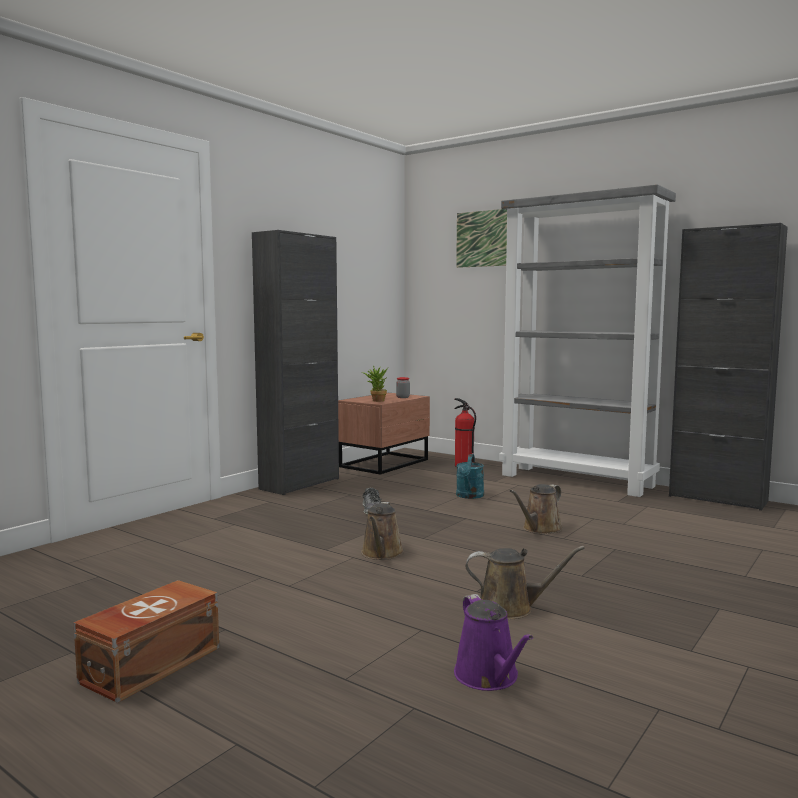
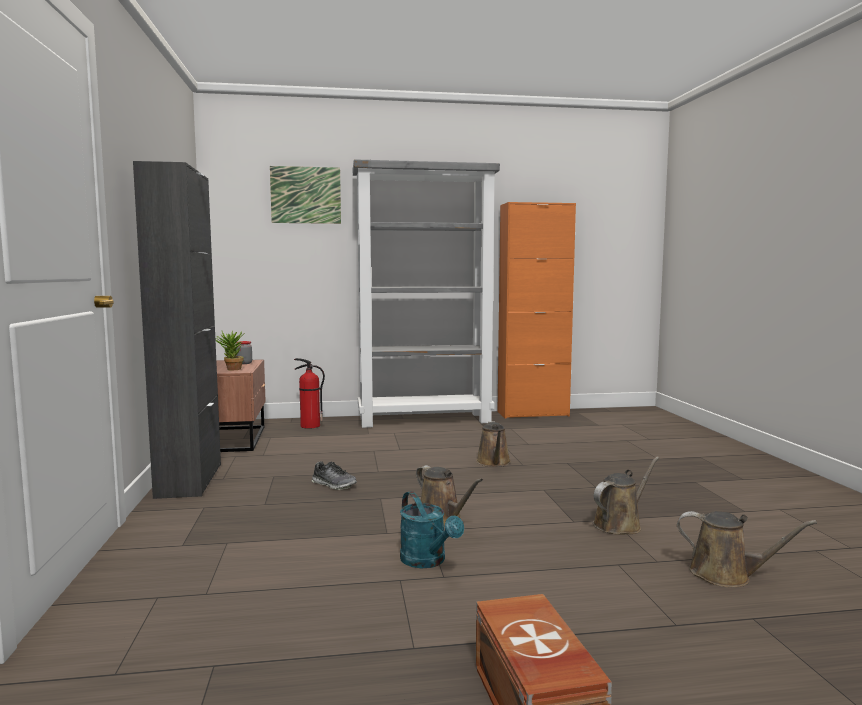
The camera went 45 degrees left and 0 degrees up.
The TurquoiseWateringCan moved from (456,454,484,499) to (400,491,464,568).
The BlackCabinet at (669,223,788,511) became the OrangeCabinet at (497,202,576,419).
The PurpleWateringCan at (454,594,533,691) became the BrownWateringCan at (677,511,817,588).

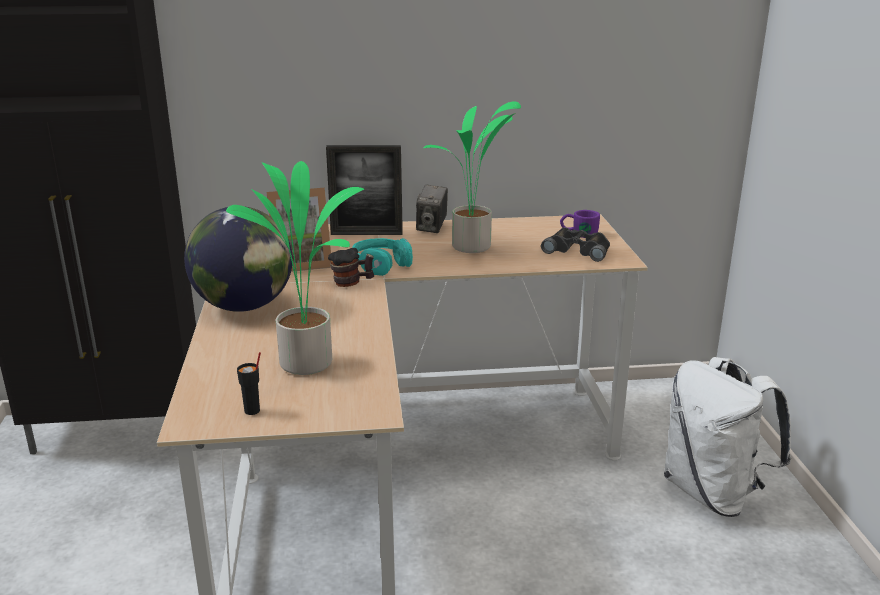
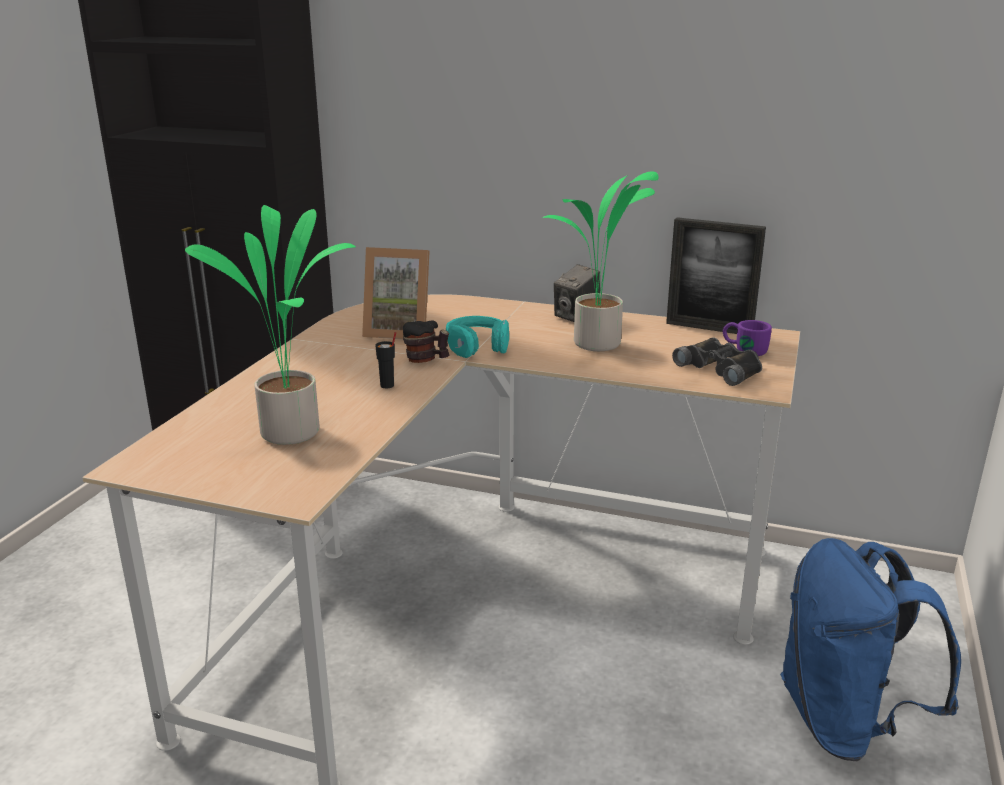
The camera went 25 degrees right and 0 degrees up.
The BlackCup moved from (237,352,261,415) to (375,332,396,388).
The PictureFrame moved from (326,145,403,235) to (666,217,766,334).
The WhiteBackpack at (664,357,791,517) became the BlueBackpack at (780,538,961,761).
The Globe at (184,207,293,312) disappeared.

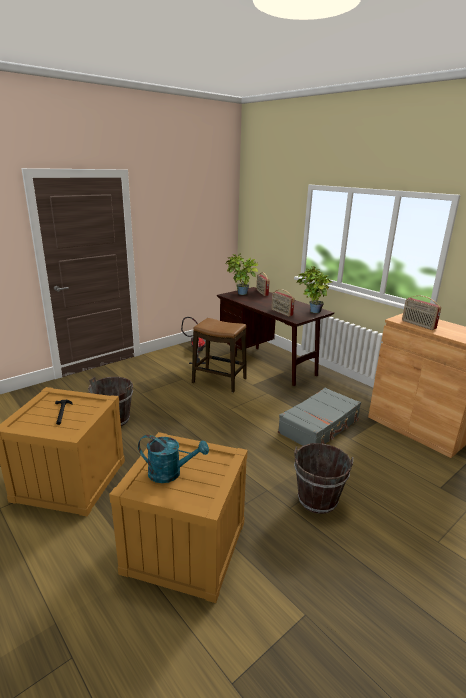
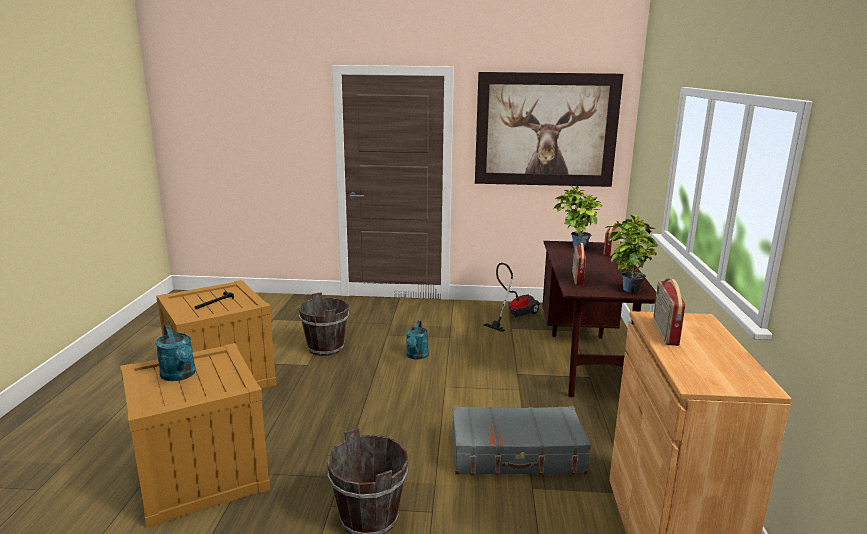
The camera went 45 degrees right and 5 degrees down.
The TurquoiseWateringCan at (406,321,429,360) appeared.
The Picture at (475,72,623,187) appeared.
The Stool at (192,318,246,392) disappeared.

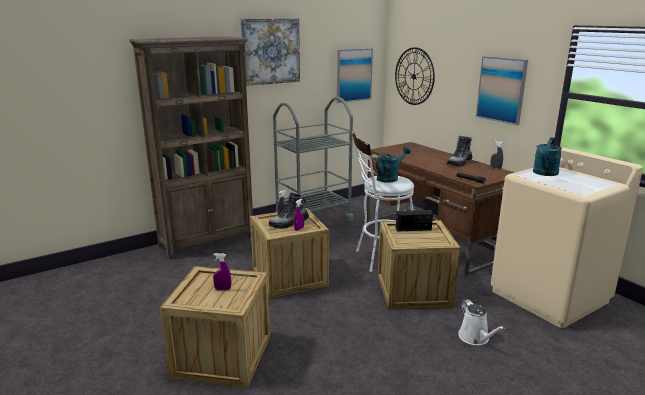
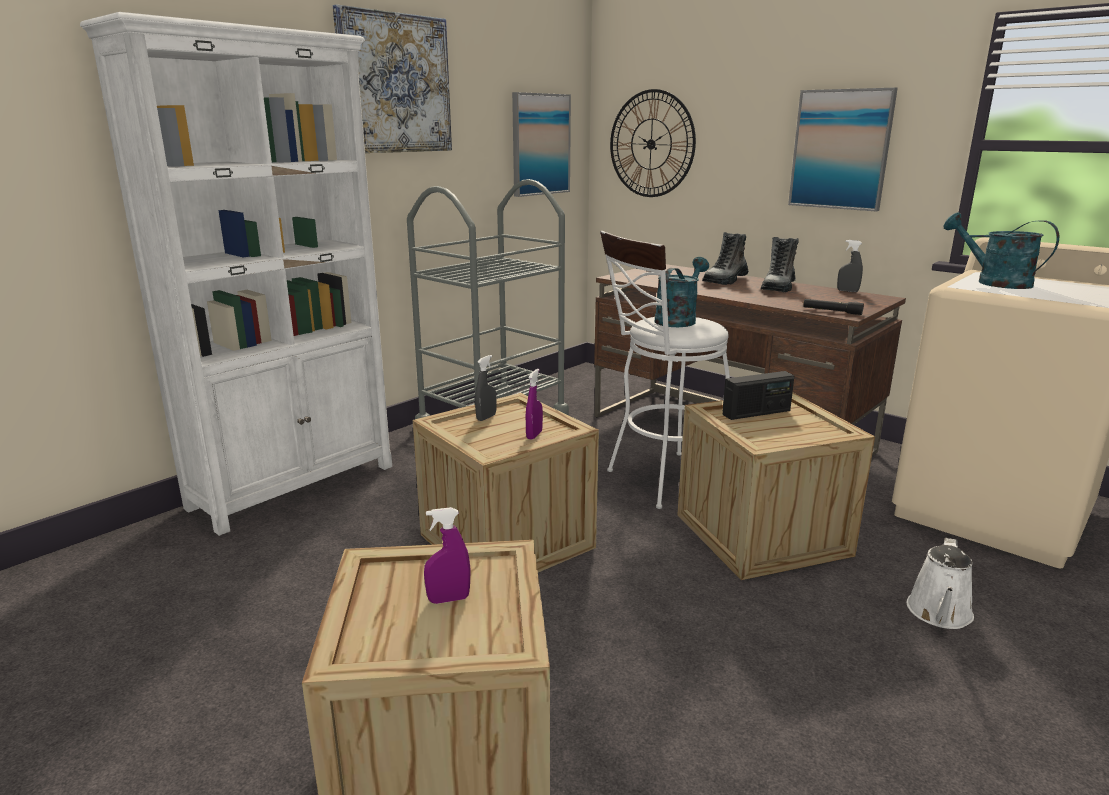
The camera went 15 degrees left and 0 degrees up.
The BrownBookcase at (129,36,253,259) became the WhiteBookcase at (80,12,392,536).
The Boot moved from (269,193,309,229) to (702,232,749,285).
The WhiteWateringCan at (458,299,505,345) turned 60 degrees clockwise.
The TurquoiseWateringCan at (533,137,562,176) turned 120 degrees clockwise.

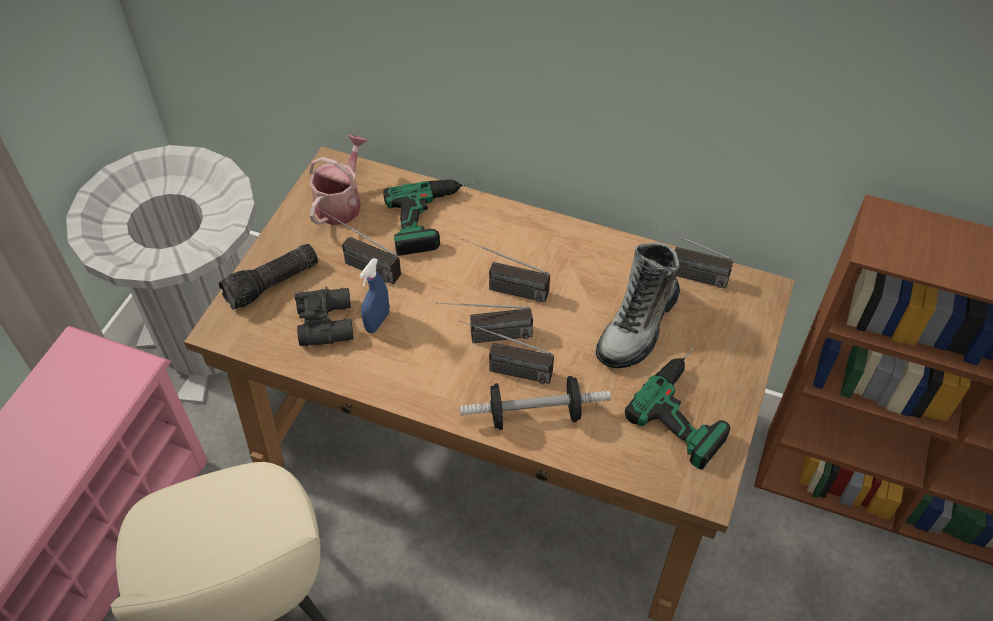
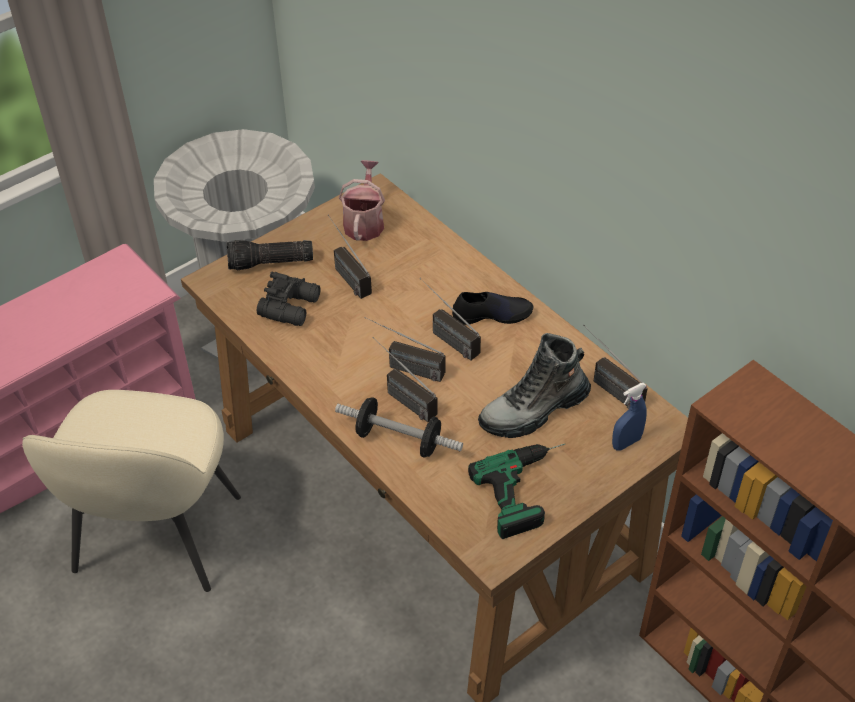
The camera went 30 degrees right and 5 degrees down.
The WateringCan at (309,135,368,225) turned 45 degrees counterclockwise.
The BlackShoe at (452,292,533,325) appeared.
The BlueSprayBottle moved from (359,258,390,333) to (612,383,647,451).
The PowerDrill at (383,179,477,256) disappeared.

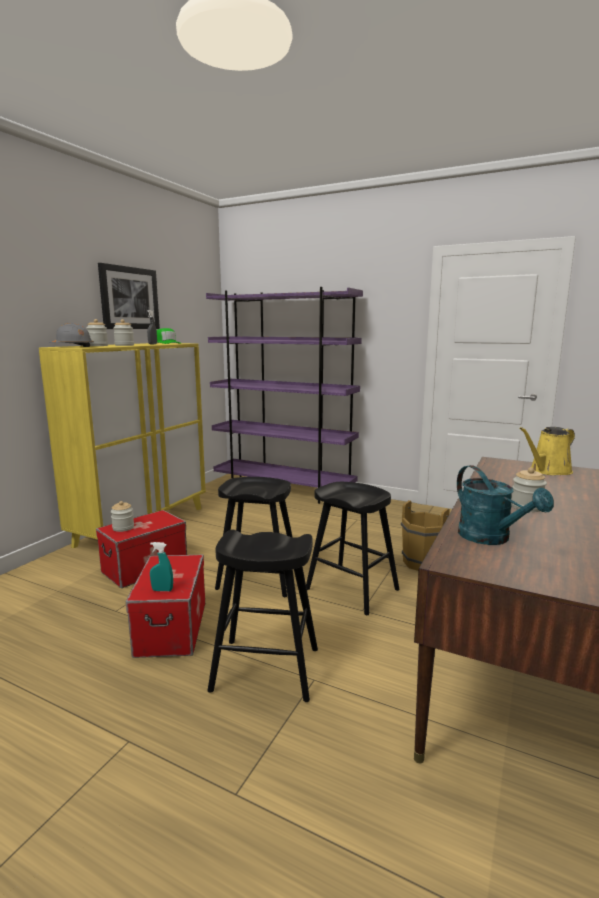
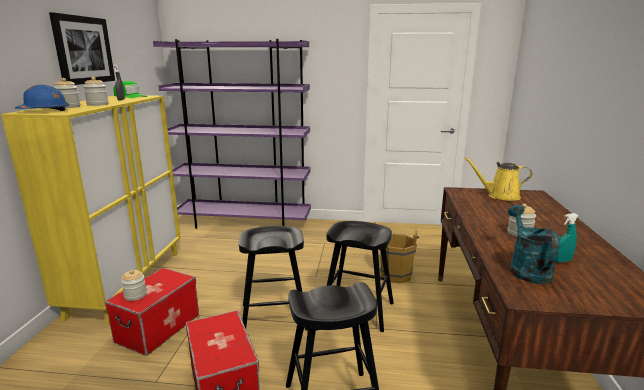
The camera went 20 degrees left and 5 degrees up.
The GreyHardHat at (49,323,94,347) became the BlueHardHat at (15,85,69,111).
The YellowWateringCan at (519,427,575,475) turned 60 degrees clockwise.
The TurquoiseWateringCan at (457,465,554,545) turned 135 degrees counterclockwise.
The TurquoiseSprayBottle moved from (150,542,173,591) to (555,213,578,263).

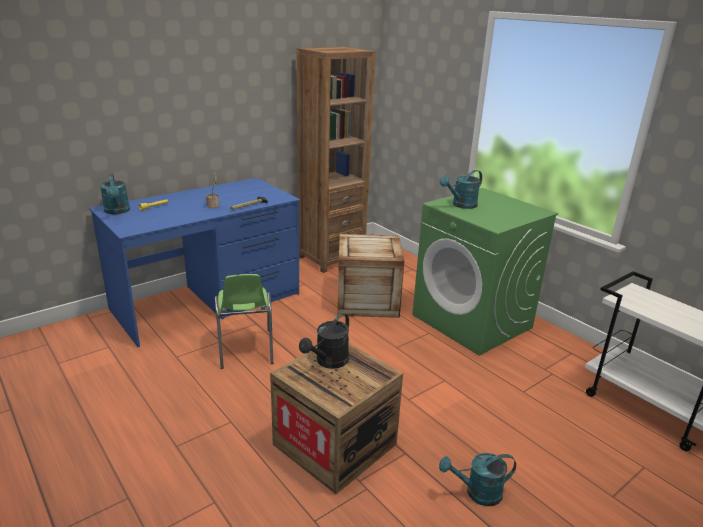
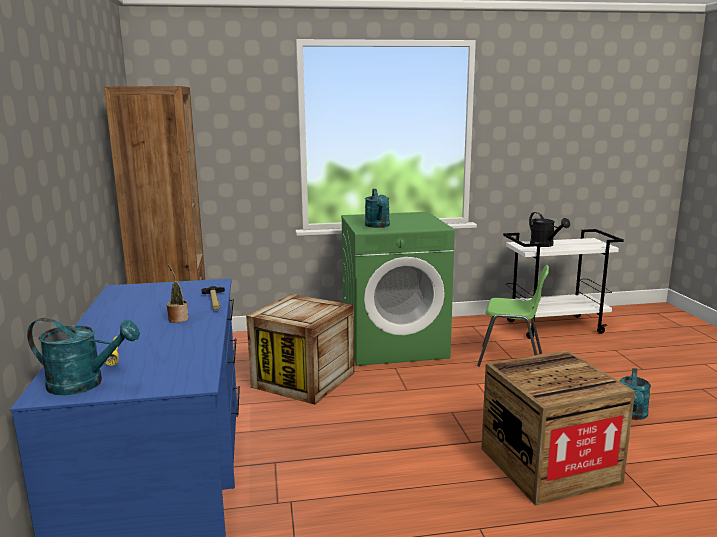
The camera went 60 degrees left and 10 degrees down.
The GreenChair moved from (215,274,273,369) to (477,265,549,367).
The BlackWateringCan moved from (299,313,349,369) to (529,212,570,247).

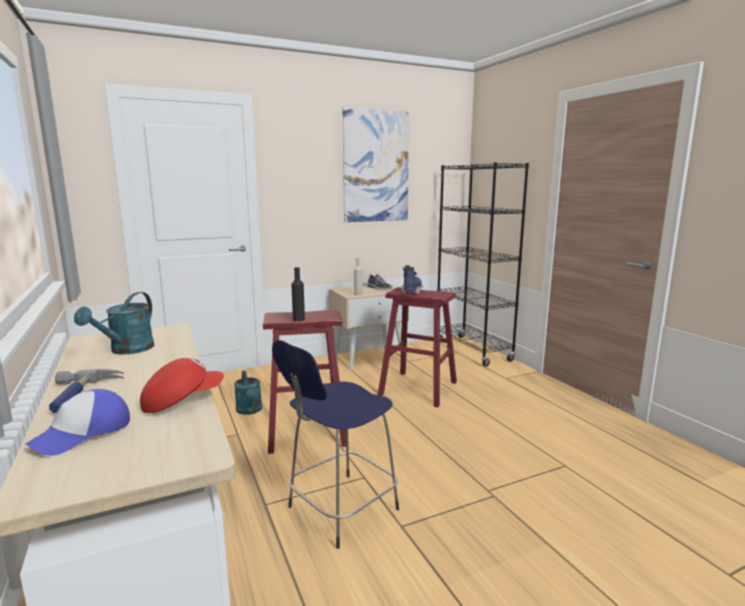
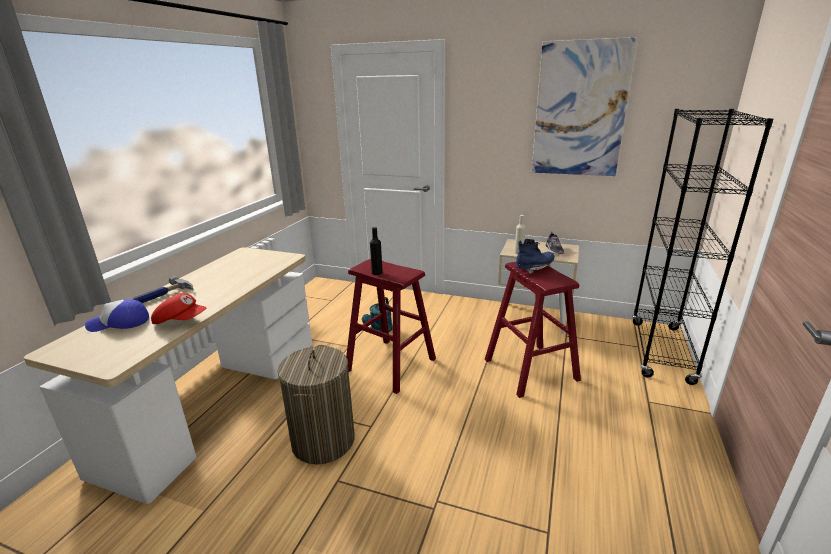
The camera went 45 degrees right and 10 degrees up.
The BlueStool at (272,340,399,549) was replaced by the LaundryBasket at (278,345,355,464).
The TurquoiseWateringCan at (74,292,155,355) disappeared.

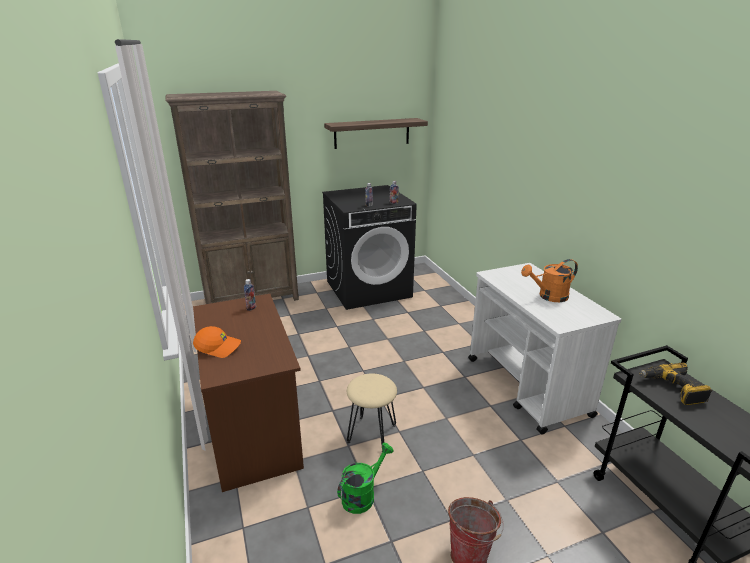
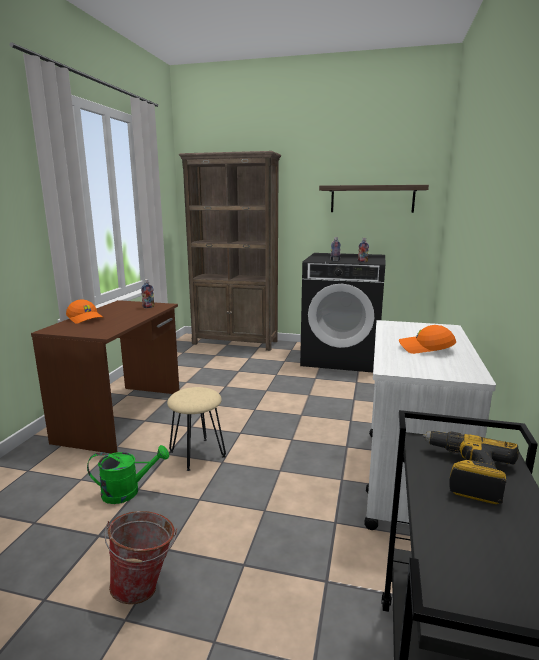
The camera went 35 degrees right and 10 degrees down.
The OrangeWateringCan at (521,259,578,302) was replaced by the OrangeCap at (399,325,456,354).

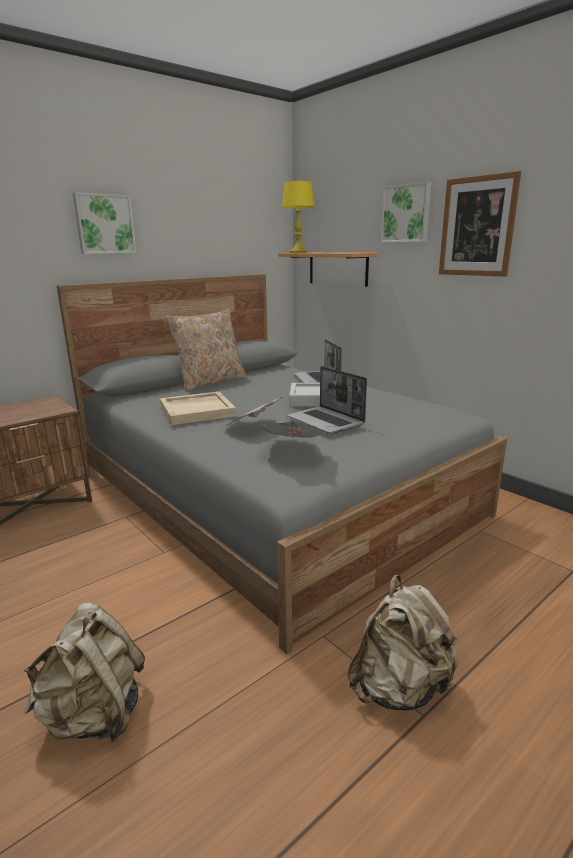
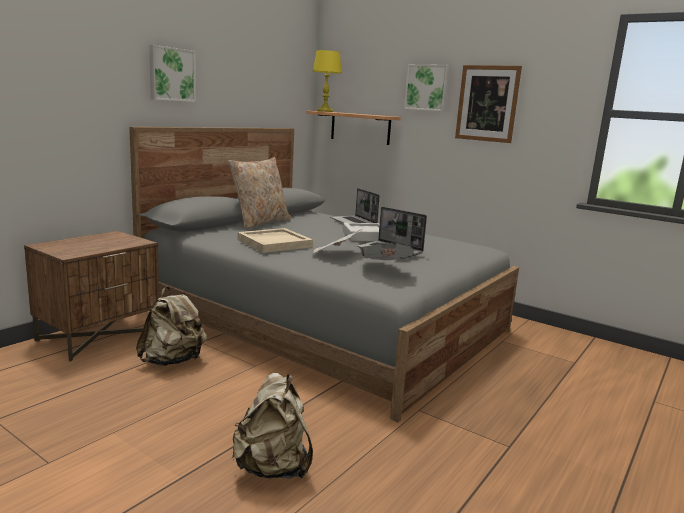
The camera went 15 degrees left and 5 degrees down.
The BeigeBackpack moved from (347,575,458,711) to (136,286,207,366).

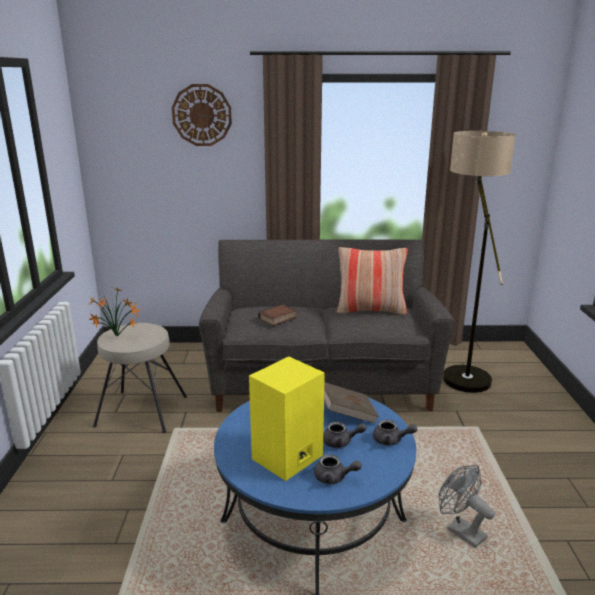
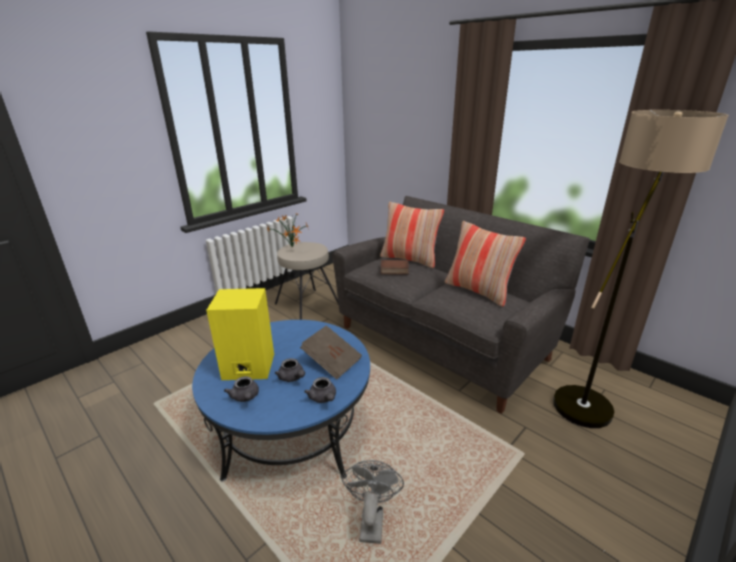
The camera went 45 degrees right and 5 degrees up.
The Pillow at (380,202,444,268) appeared.
The WallClock at (172,84,232,146) disappeared.

